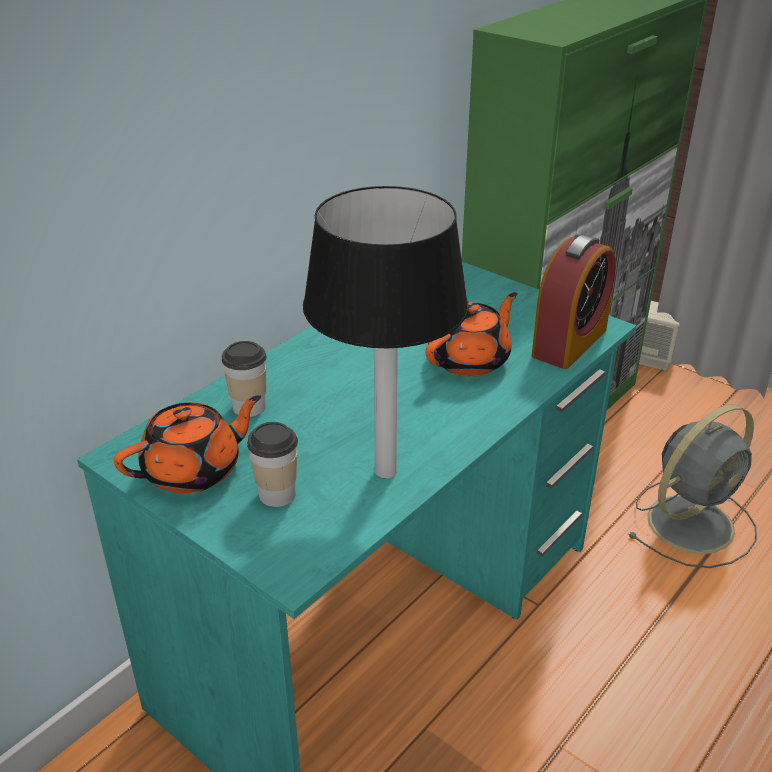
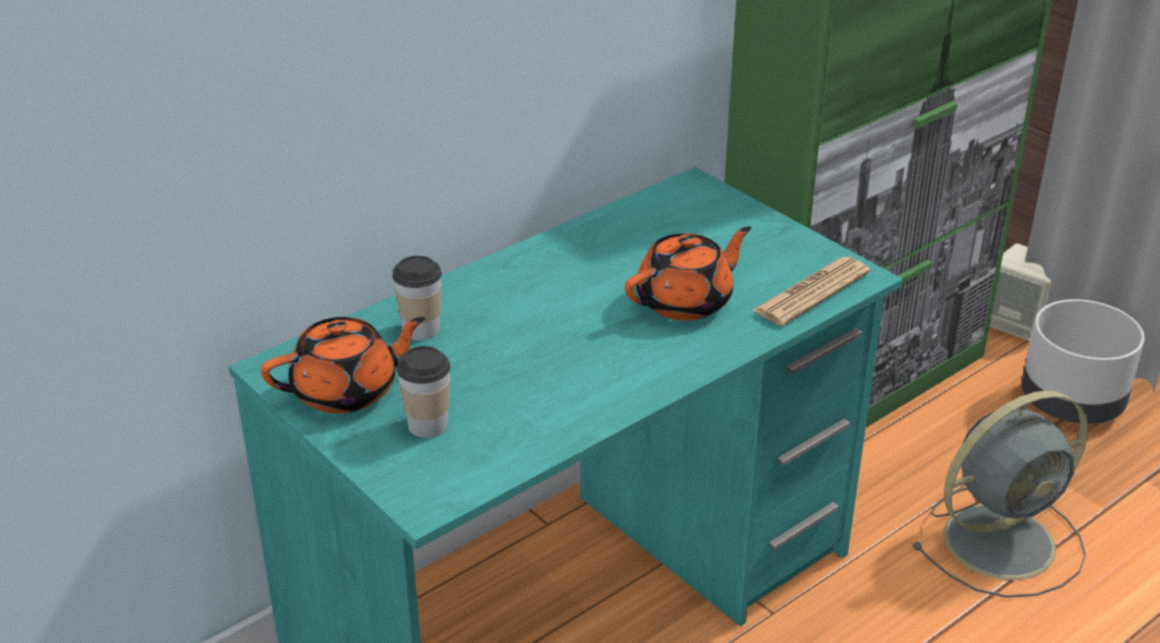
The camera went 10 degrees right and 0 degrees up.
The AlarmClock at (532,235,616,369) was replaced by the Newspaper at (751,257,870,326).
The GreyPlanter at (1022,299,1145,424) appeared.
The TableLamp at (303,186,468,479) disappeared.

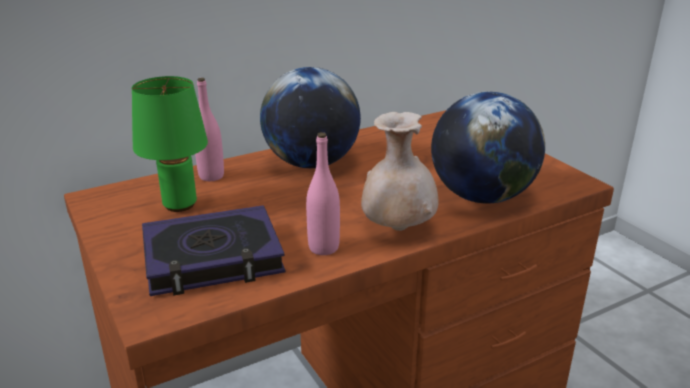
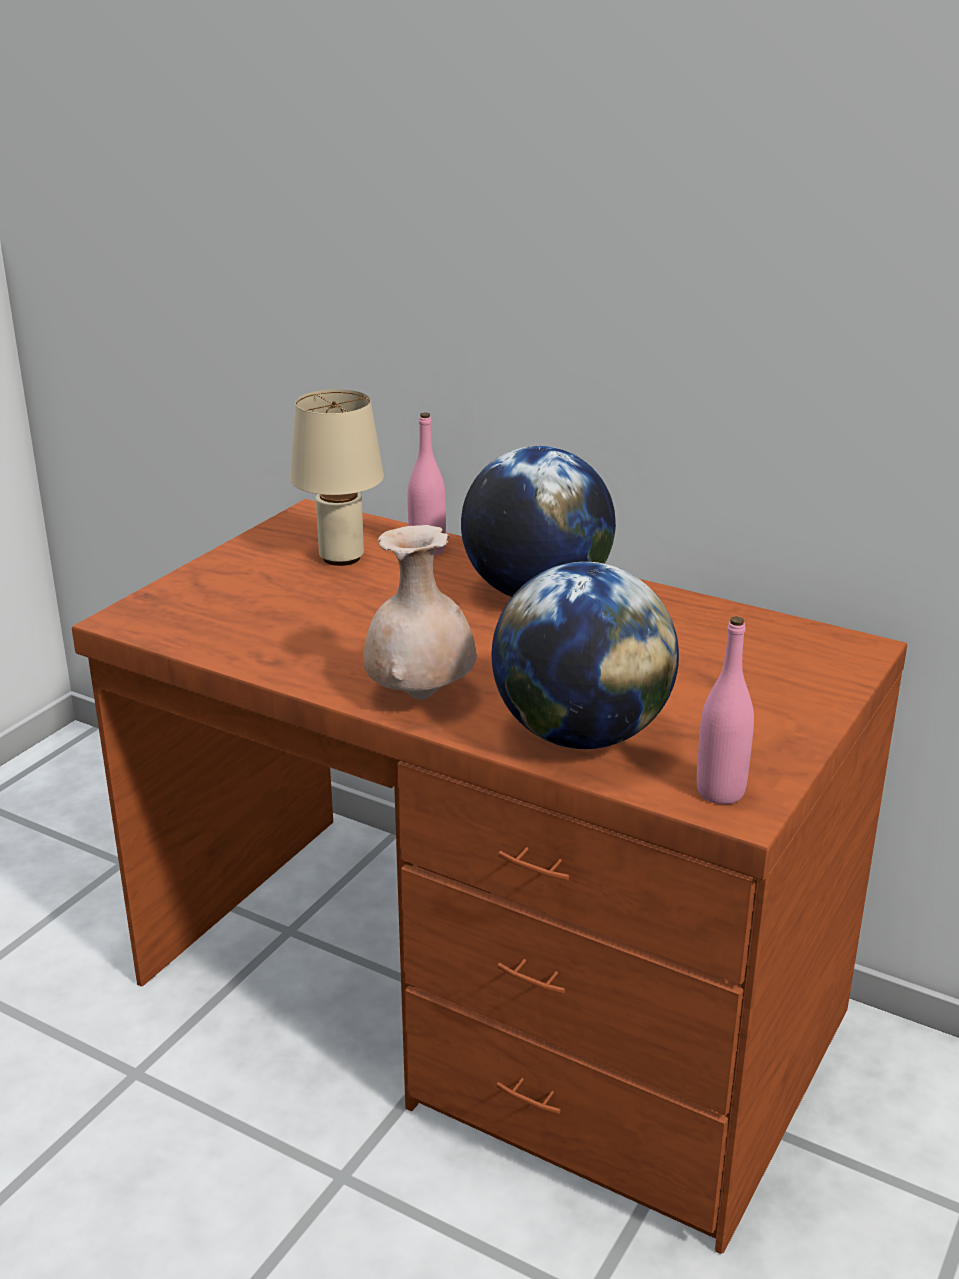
The camera went 60 degrees right and 0 degrees up.
The GreenTableLamp at (132,76,208,212) became the BeigeTableLamp at (290,389,384,566).
The PinkBottle moved from (306,132,340,255) to (697,616,754,804).
The Book at (142,205,285,296) disappeared.

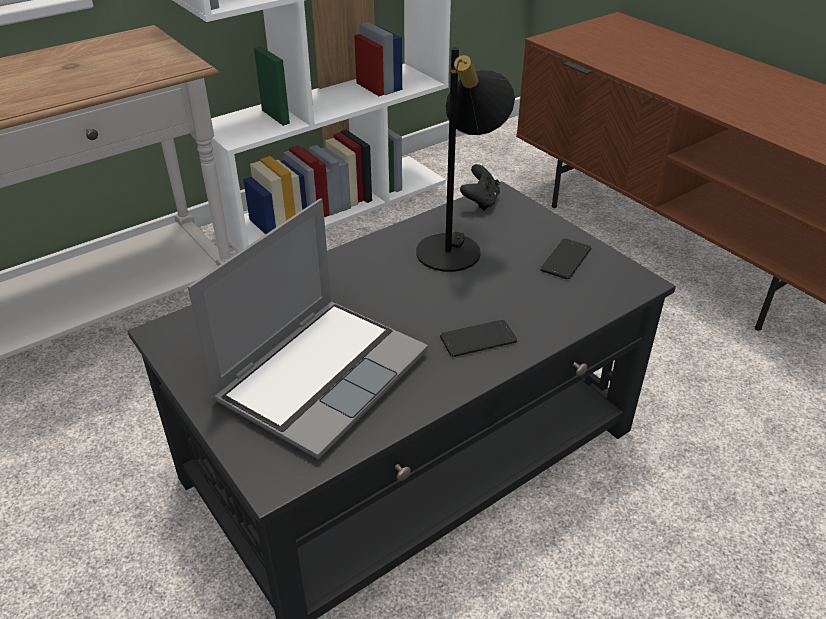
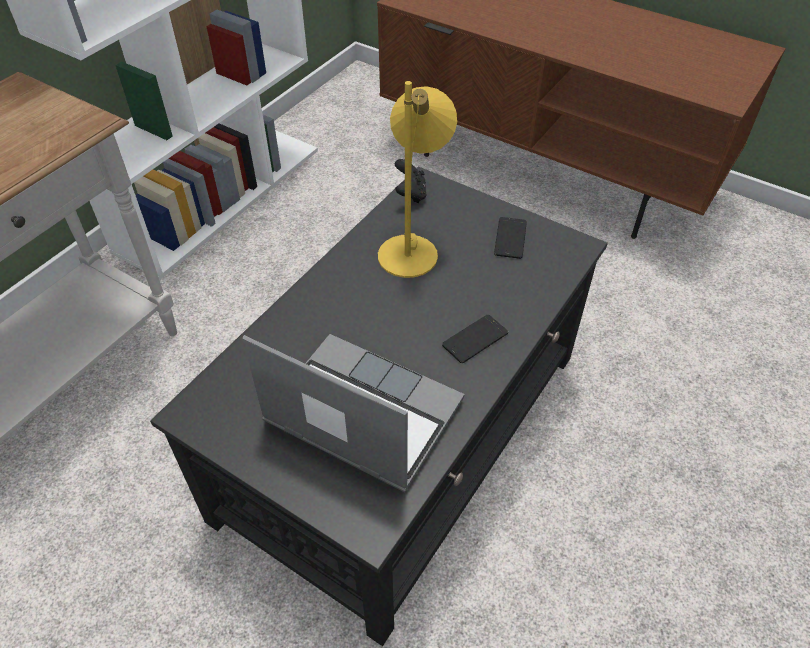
The camera went 20 degrees left and 10 degrees up.
The Laptop at (188,198,428,460) turned 75 degrees counterclockwise.
The BlackTableLamp at (416,47,515,272) became the YellowTableLamp at (378,81,457,278).

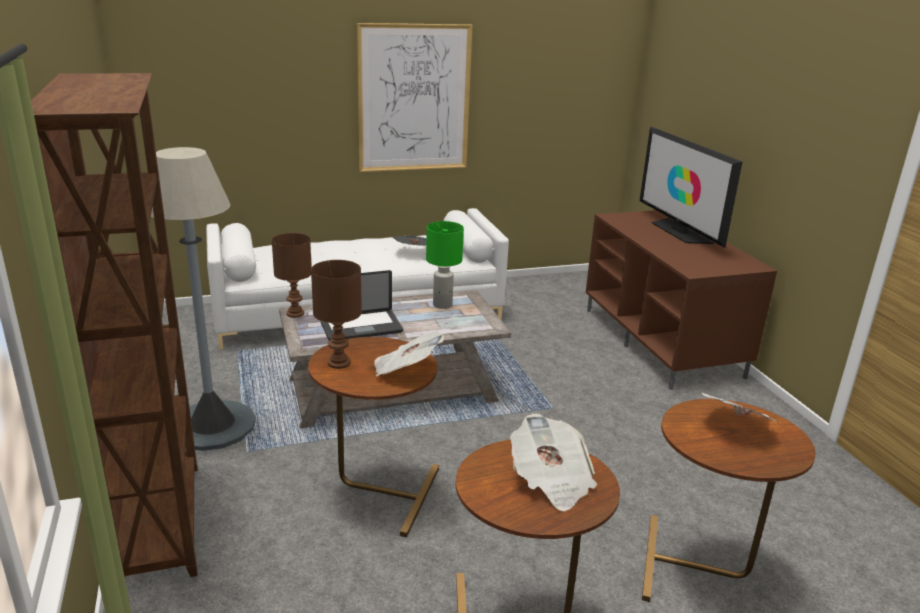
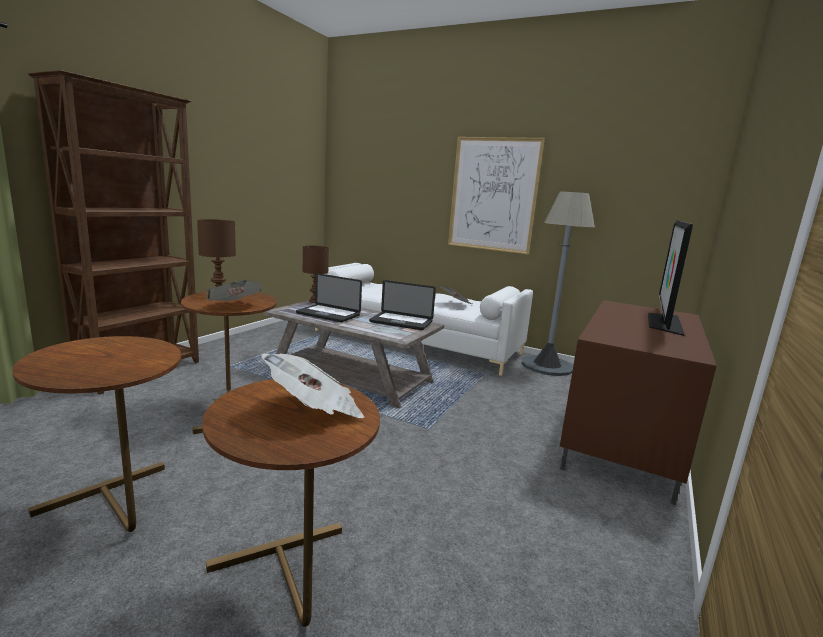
The camera went 45 degrees right and 10 degrees down.
The GreenTableLamp at (426,221,464,309) was replaced by the Laptop at (369,280,436,330).
The GreyFloorLamp moved from (151,147,256,451) to (522,192,595,376).
The Newspaper at (510,413,597,511) disappeared.

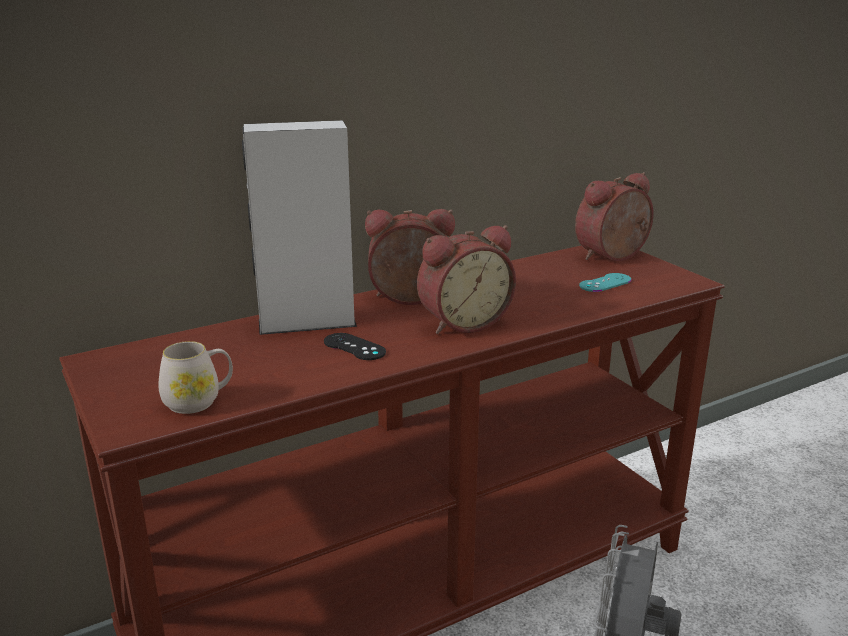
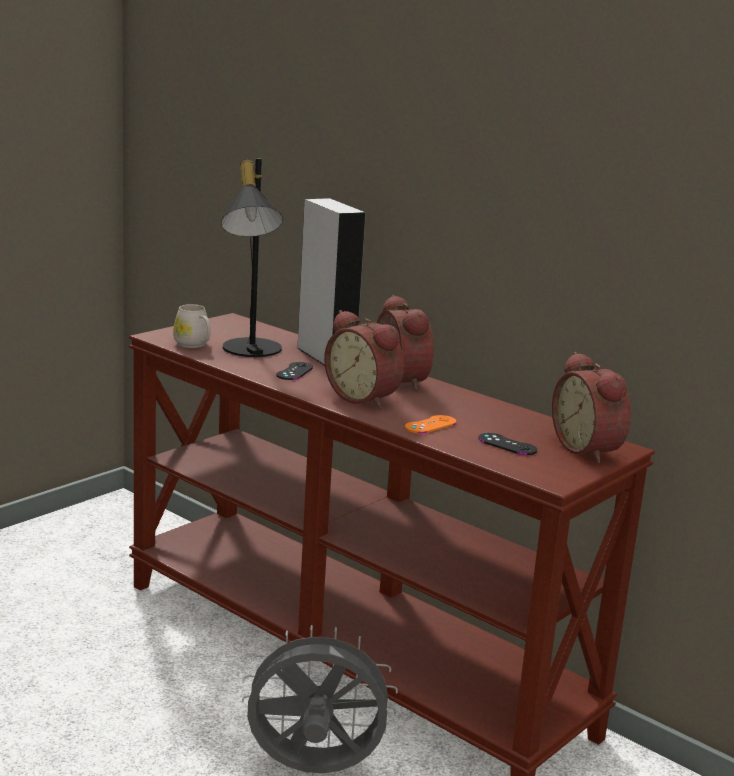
The camera went 70 degrees right and 5 degrees down.
The BlackTableLamp at (221,158,283,357) appeared.
The OrangeGameController at (405,415,457,434) appeared.
The TurquoiseGameController at (579,273,631,292) became the BlackGameController at (478,433,537,455).
The AlarmClock at (575,172,654,261) turned 150 degrees counterclockwise.

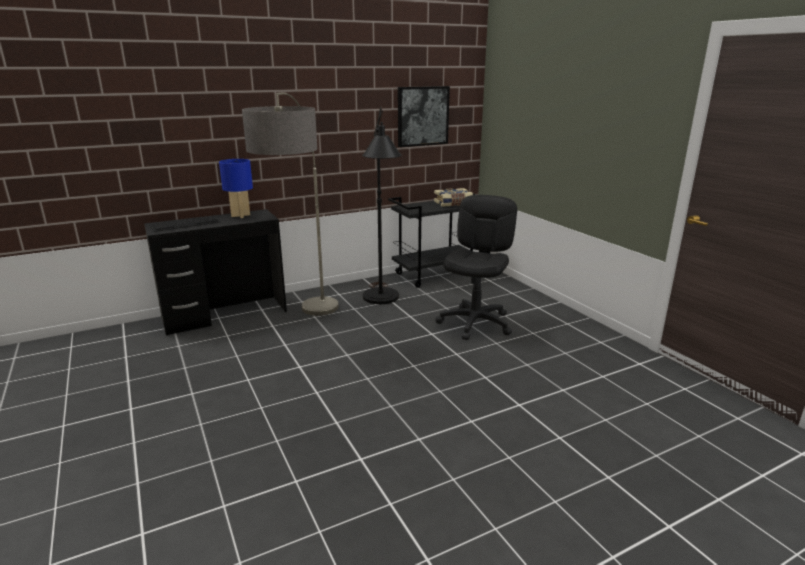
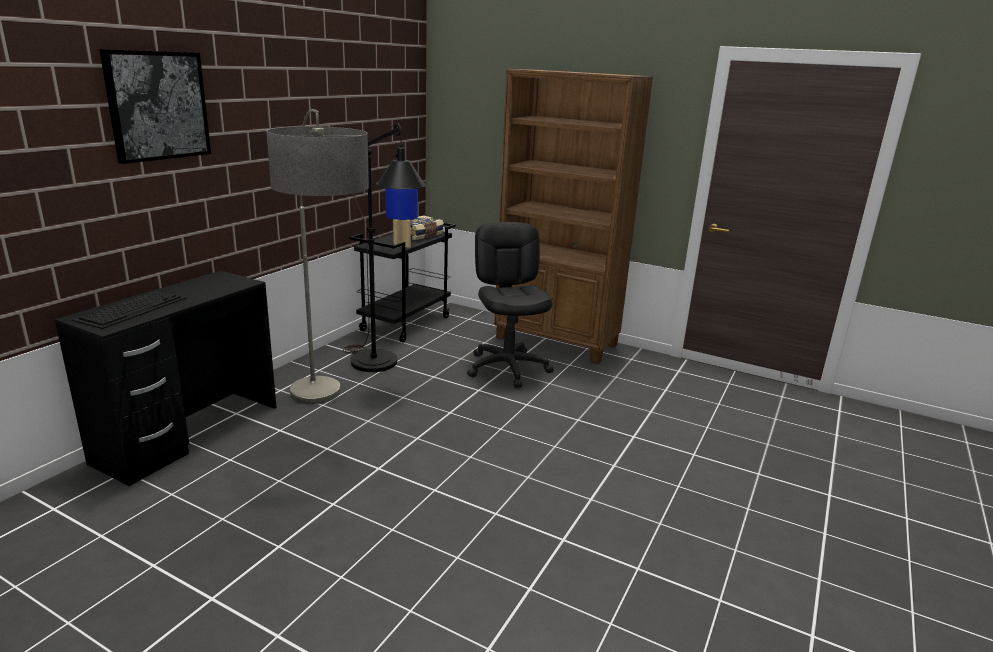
The camera went 35 degrees left and 0 degrees up.
The Picture moved from (398,86,450,147) to (99,49,211,164).
The BlueTableLamp moved from (219,159,253,218) to (385,188,418,248).
The BrownBookcase at (494,69,653,364) appeared.

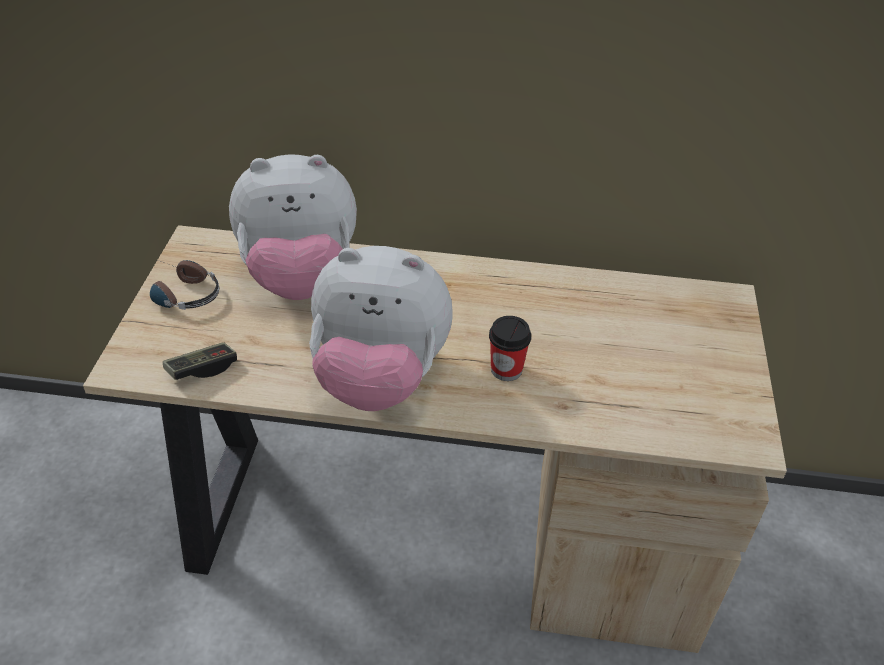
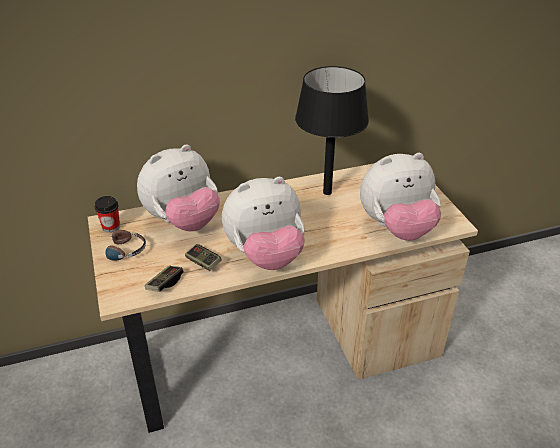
The camera went 25 degrees left and 5 degrees down.
The Cup moved from (489,316,531,381) to (95,196,120,233).
The GameController at (185,244,221,271) appeared.
The BlackTableLamp at (295,66,369,195) appeared.
The PlushToy at (360,153,441,241) appeared.

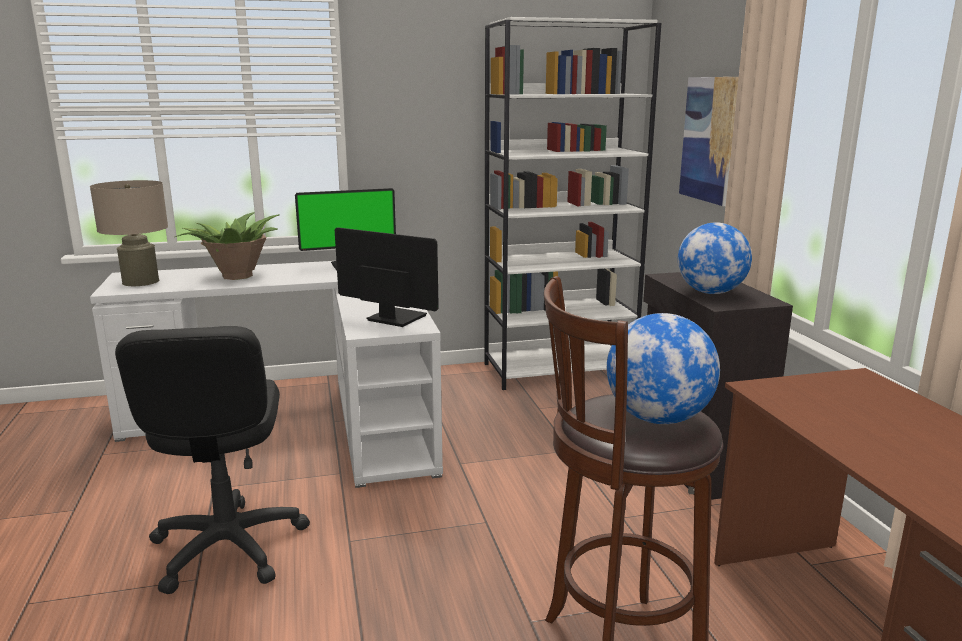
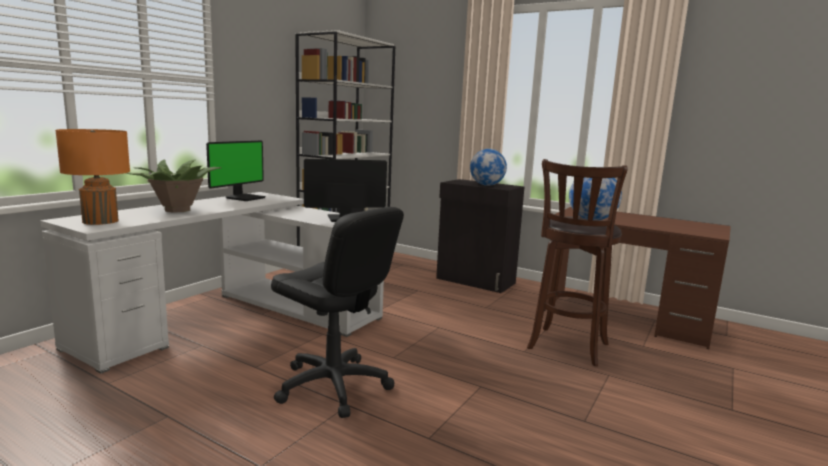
The camera went 45 degrees left and 5 degrees down.
The BeigeTableLamp at (90,180,168,286) became the OrangeTableLamp at (55,129,130,225).
The Picture at (679,77,739,206) disappeared.

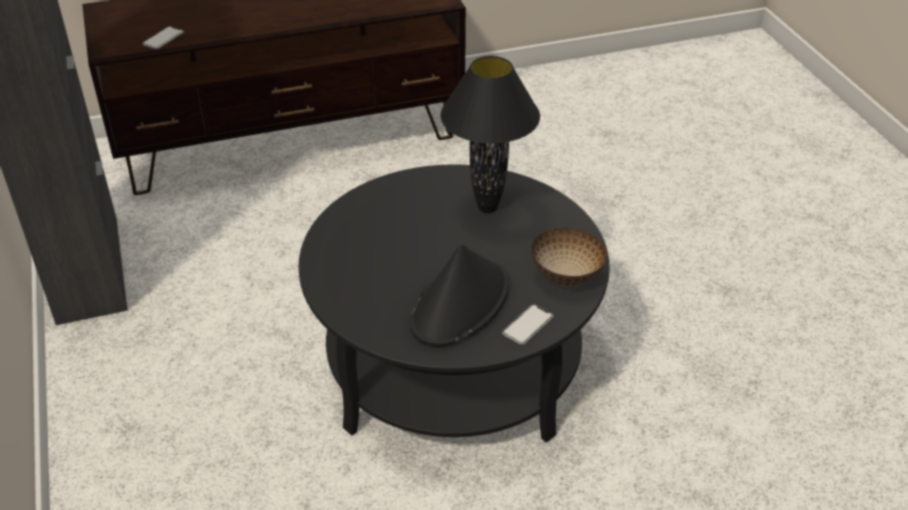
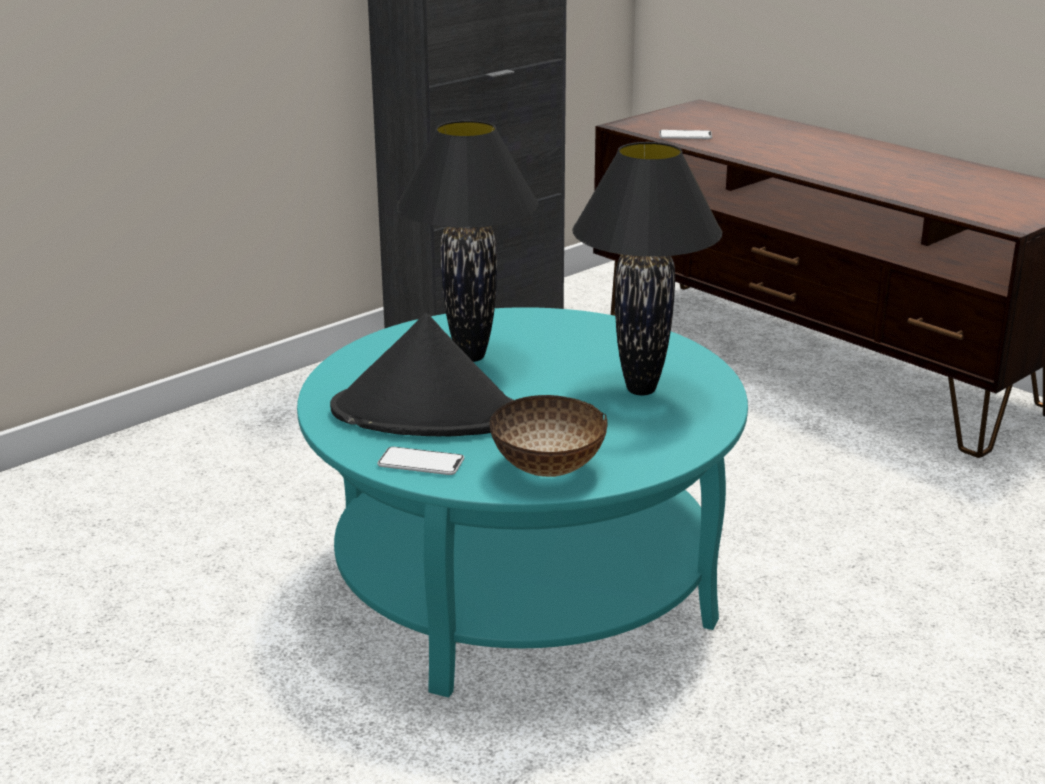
The camera went 65 degrees right and 15 degrees down.
The BlackCoffeeTable at (299,165,609,443) became the TurquoiseCoffeeTable at (297,307,748,697).
The BlackTableLamp at (397,120,538,362) appeared.

